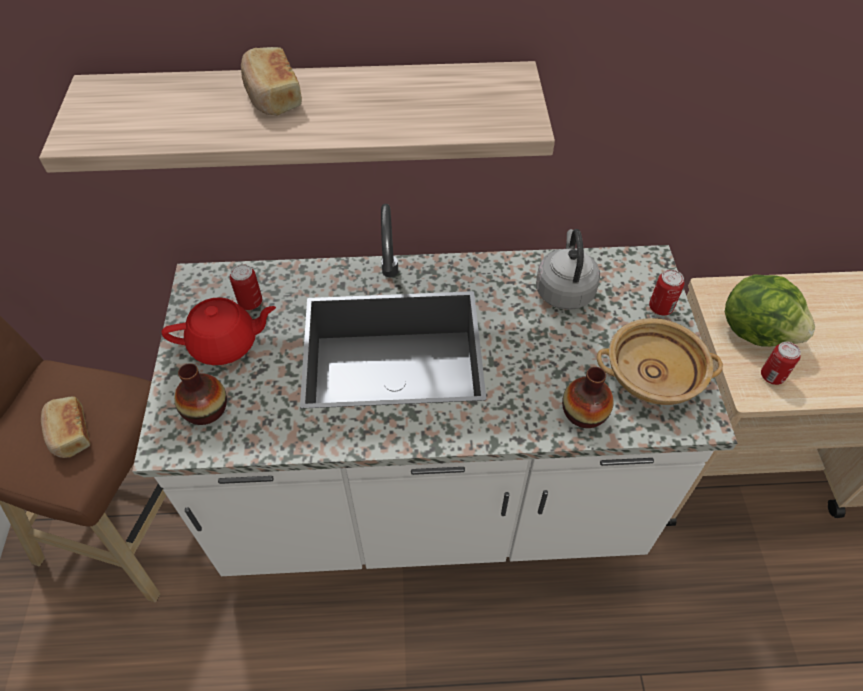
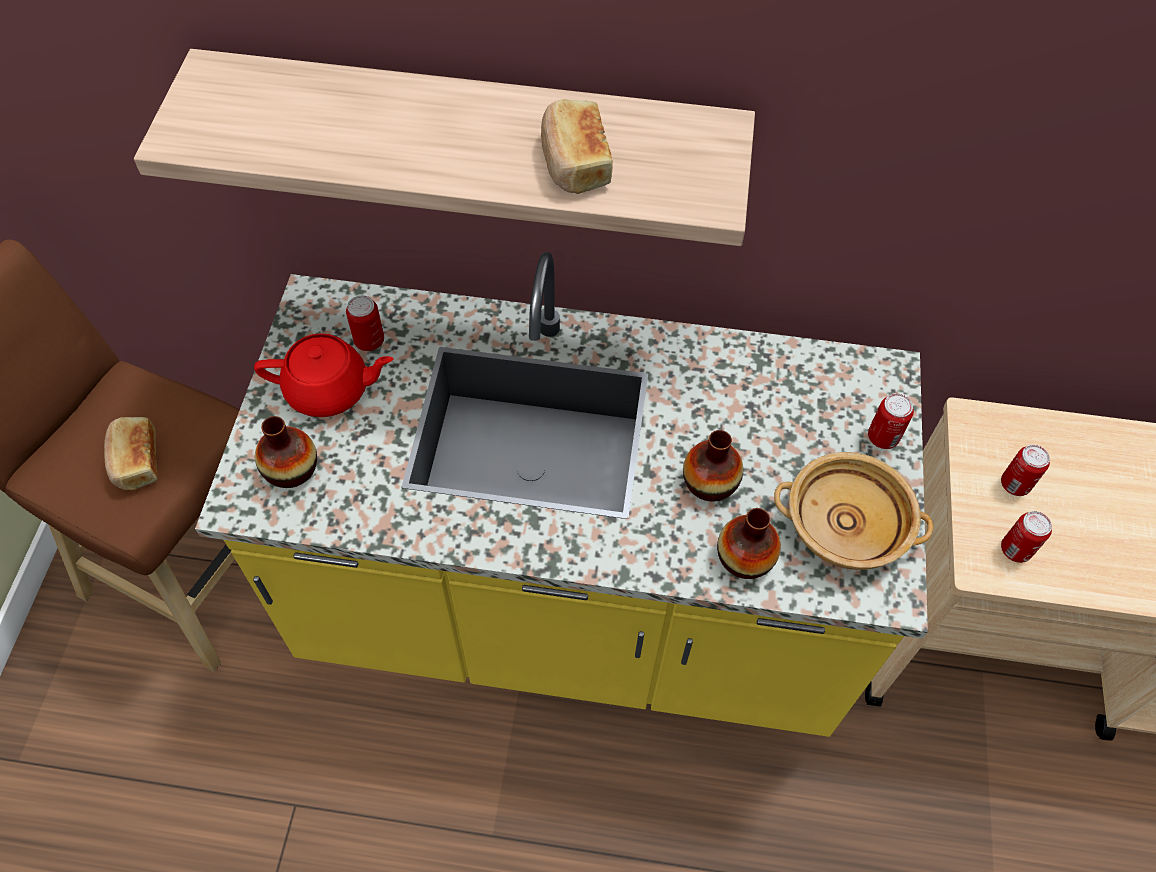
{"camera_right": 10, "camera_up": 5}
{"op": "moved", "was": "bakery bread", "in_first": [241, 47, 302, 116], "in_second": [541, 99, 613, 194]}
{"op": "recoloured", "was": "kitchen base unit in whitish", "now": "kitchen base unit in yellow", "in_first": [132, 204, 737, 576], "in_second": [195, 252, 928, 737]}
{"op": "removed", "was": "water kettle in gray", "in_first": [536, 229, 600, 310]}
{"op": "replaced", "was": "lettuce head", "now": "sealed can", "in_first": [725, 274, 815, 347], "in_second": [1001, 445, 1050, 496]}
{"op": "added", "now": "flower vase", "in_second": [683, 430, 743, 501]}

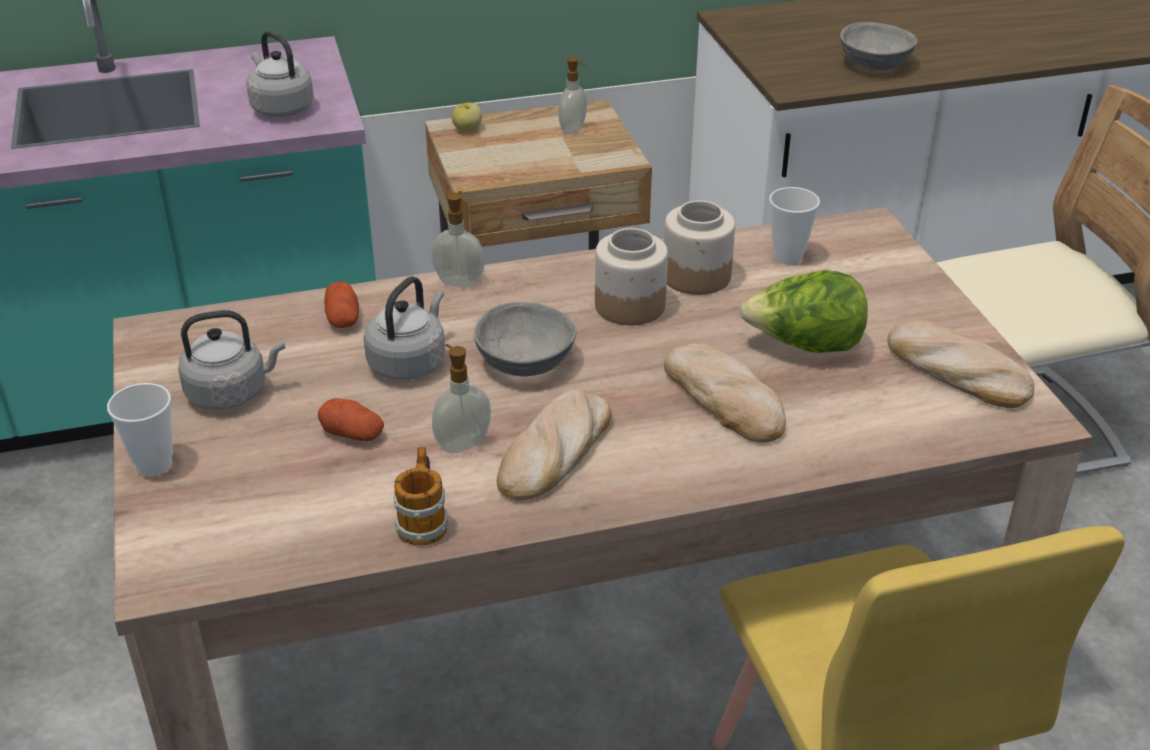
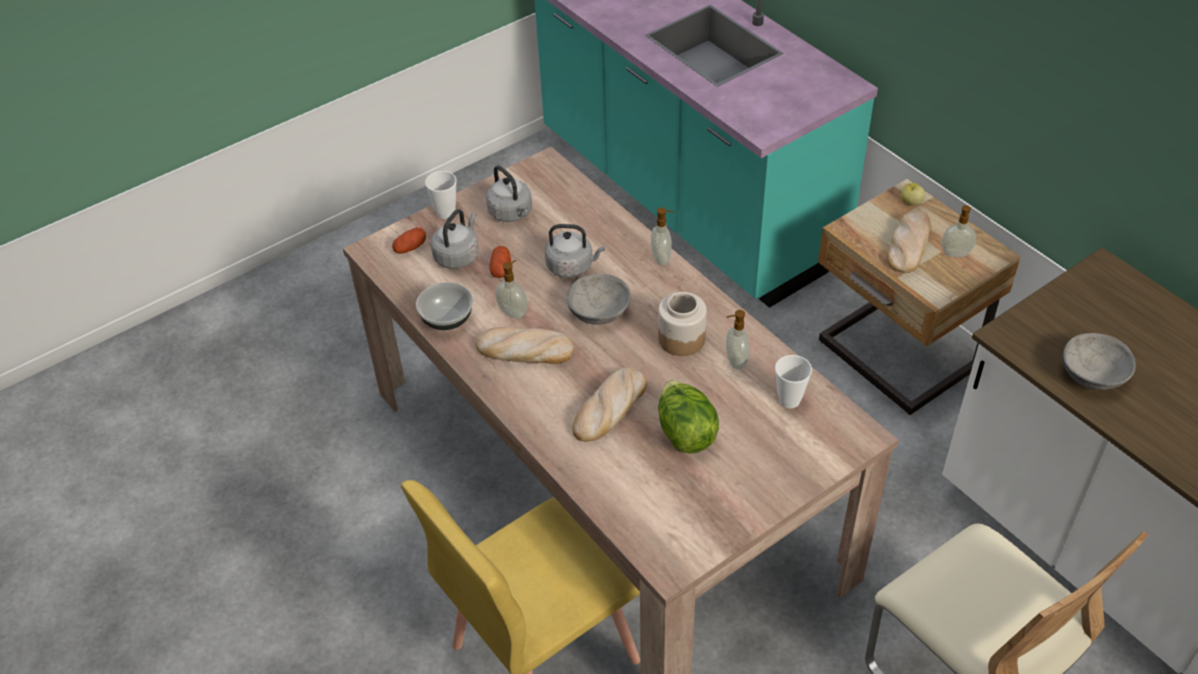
{"camera_right": 70, "camera_up": 10}
{"op": "moved", "was": "water kettle in gray", "in_first": [246, 31, 314, 117], "in_second": [431, 209, 479, 269]}
{"op": "replaced", "was": "preserve jar", "now": "soap bottle", "in_first": [664, 201, 735, 295], "in_second": [726, 310, 749, 369]}
{"op": "moved", "was": "potato", "in_first": [325, 281, 359, 328], "in_second": [392, 227, 426, 254]}
{"op": "moved", "was": "bakery bread", "in_first": [887, 320, 1034, 408], "in_second": [887, 211, 932, 273]}
{"op": "replaced", "was": "coffee mug", "now": "deep dish", "in_first": [394, 447, 448, 546], "in_second": [416, 282, 473, 330]}

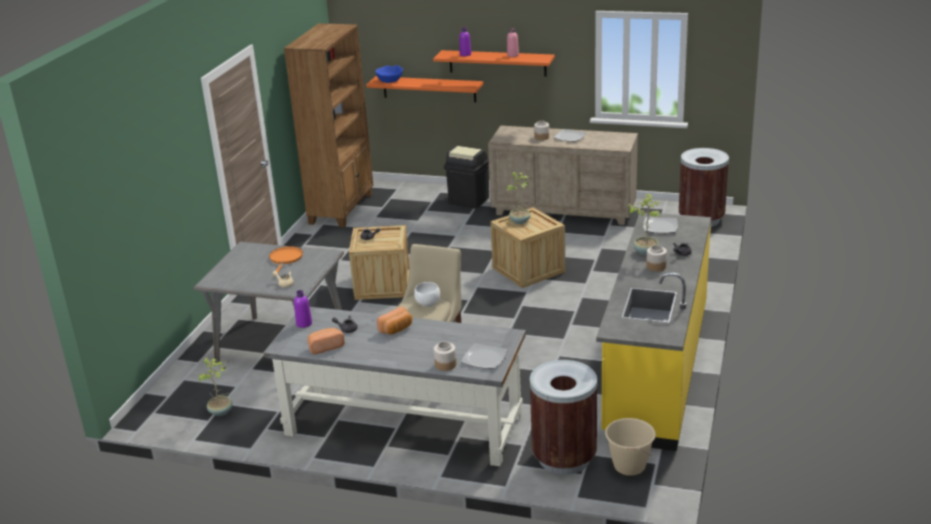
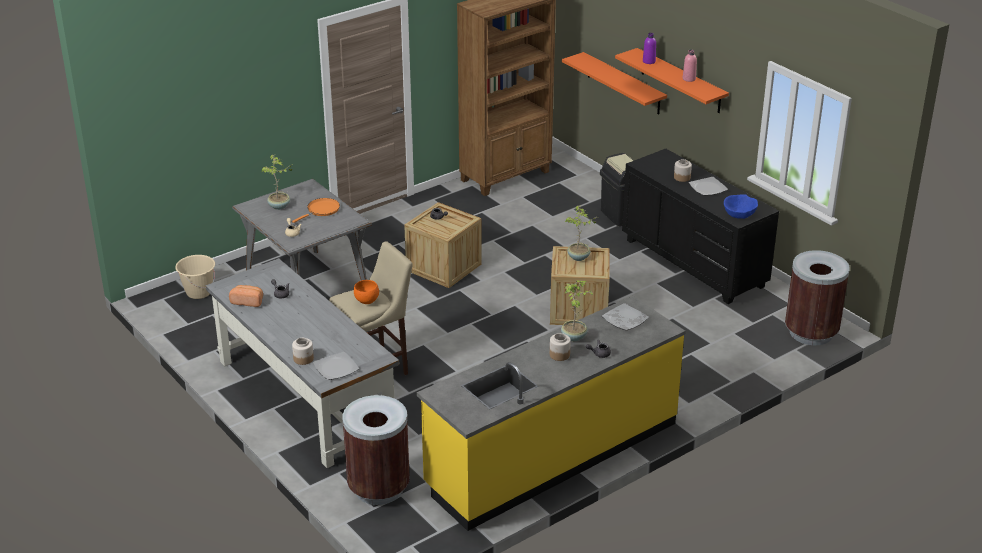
{"camera_right": 35, "camera_up": 5}
{"op": "moved", "was": "deep dish in blue-coloured", "in_first": [375, 66, 403, 83], "in_second": [724, 194, 758, 219]}
{"op": "recoloured", "was": "dresser in beige", "now": "dresser in black", "in_first": [488, 125, 638, 225], "in_second": [622, 149, 779, 304]}
{"op": "recoloured", "was": "deep dish in whitish", "now": "deep dish in orangey", "in_first": [414, 282, 440, 307], "in_second": [354, 280, 379, 304]}
{"op": "removed", "was": "bottle in purple", "in_first": [294, 290, 312, 328]}
{"op": "removed", "was": "bakery bread", "in_first": [377, 307, 412, 334]}
{"op": "moved", "was": "plant in a pot", "in_first": [198, 357, 233, 416], "in_second": [261, 155, 293, 210]}
{"op": "moved", "was": "bucket in beige", "in_first": [605, 418, 656, 476], "in_second": [175, 255, 215, 299]}

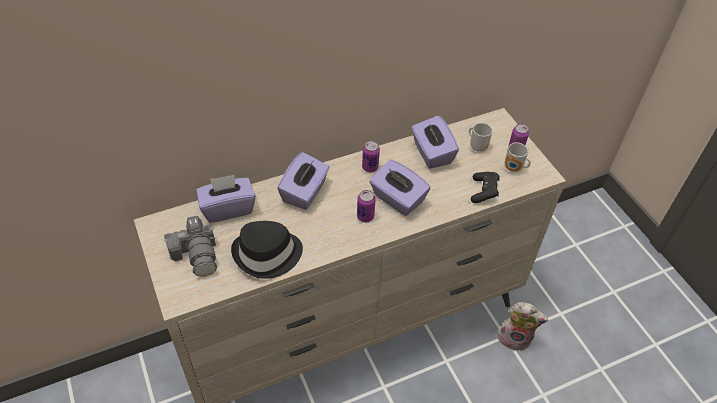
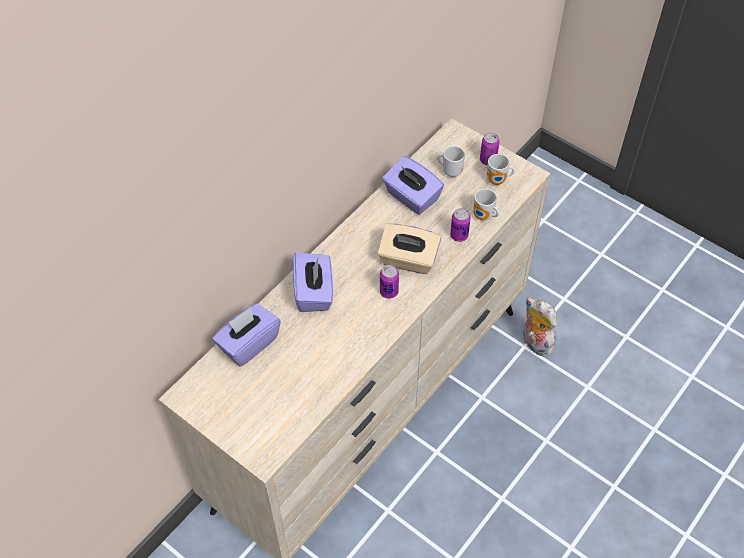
{"camera_right": -25, "camera_up": 5}
{"op": "moved", "was": "sealed can", "in_first": [362, 141, 380, 172], "in_second": [450, 208, 471, 242]}
{"op": "recoloured", "was": "tissue holder in purple", "now": "tissue holder in beige", "in_first": [370, 160, 430, 216], "in_second": [378, 223, 441, 274]}
{"op": "replaced", "was": "gamepad in black", "now": "coffee mug", "in_first": [471, 172, 500, 203], "in_second": [473, 189, 499, 220]}
{"op": "removed", "was": "still camera", "in_first": [164, 216, 217, 277]}
{"op": "removed", "was": "clothing hat in black", "in_first": [231, 221, 303, 279]}
{"op": "turned", "was": "plush toy", "in_first": [496, 302, 548, 351], "in_second": [523, 297, 557, 356], "clockwise": -120}

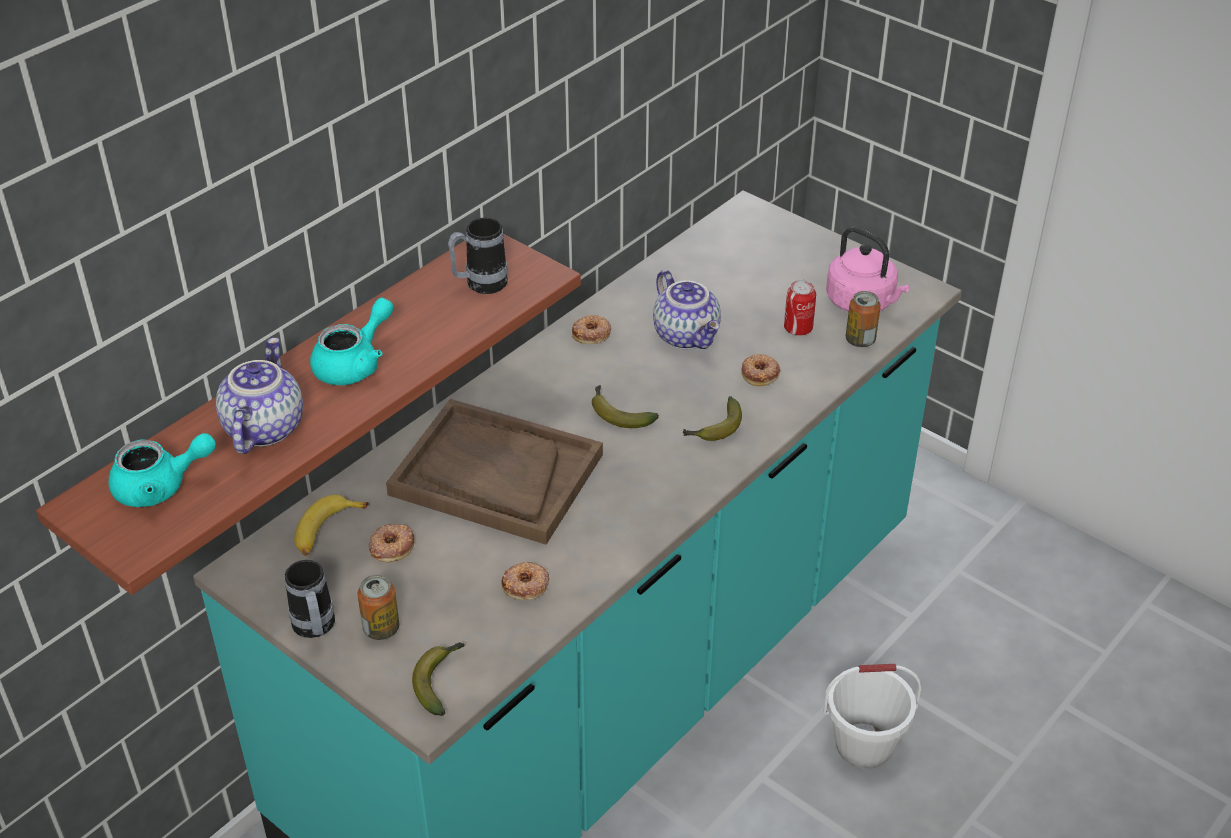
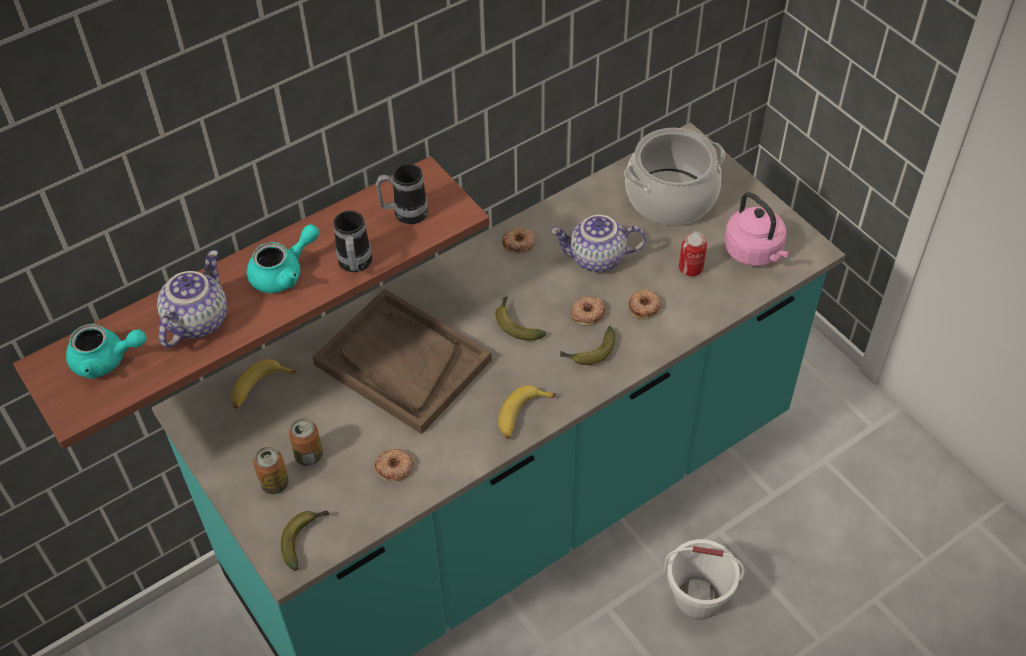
{"camera_right": 15, "camera_up": 10}
{"op": "turned", "was": "pot for tea", "in_first": [653, 270, 721, 350], "in_second": [551, 215, 646, 273], "clockwise": 105}
{"op": "moved", "was": "sealed can", "in_first": [846, 291, 881, 347], "in_second": [289, 418, 323, 466]}
{"op": "moved", "was": "doughnut", "in_first": [369, 524, 415, 562], "in_second": [571, 296, 606, 326]}
{"op": "moved", "was": "coffee mug", "in_first": [285, 560, 335, 638], "in_second": [333, 211, 372, 272]}
{"op": "added", "now": "saucepot", "in_second": [624, 128, 725, 225]}
{"op": "added", "now": "banana fruit", "in_second": [498, 385, 556, 439]}

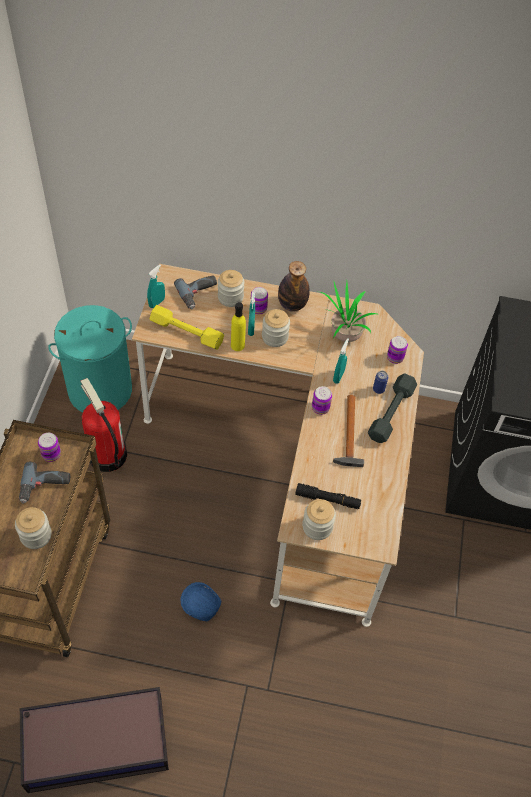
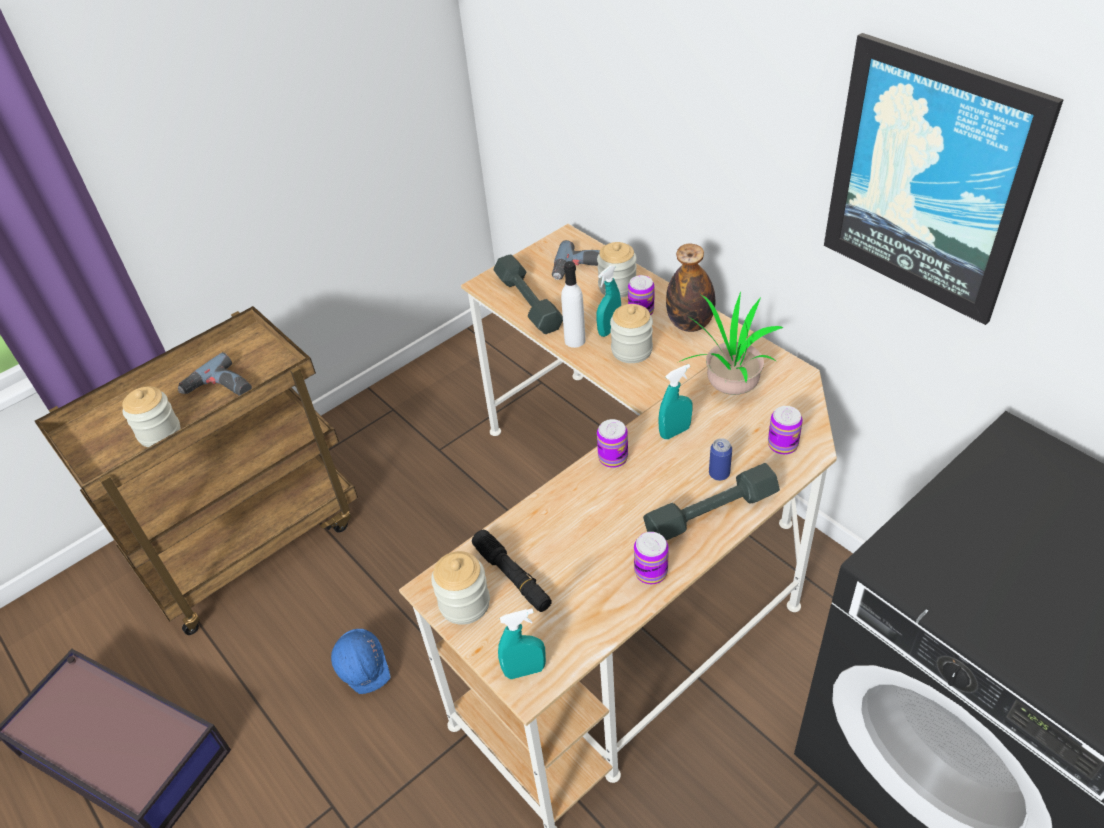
{"camera_right": 45, "camera_up": -10}
{"op": "moved", "was": "sprayer in blue-green", "in_first": [147, 264, 165, 308], "in_second": [498, 608, 546, 679]}
{"op": "recoloured", "was": "bottle in yellow", "now": "bottle in whitish", "in_first": [231, 302, 246, 351], "in_second": [561, 261, 586, 348]}
{"op": "removed", "was": "laundry basket in blue-green", "in_first": [48, 305, 132, 412]}
{"op": "recoloured", "was": "free weight in yellow", "now": "free weight in gray", "in_first": [150, 305, 224, 350], "in_second": [493, 254, 563, 334]}
{"op": "removed", "was": "extinguisher", "in_first": [80, 378, 127, 472]}
{"op": "removed", "was": "tool hammer", "in_first": [333, 395, 364, 467]}
{"op": "moved", "was": "sealed can", "in_first": [38, 433, 61, 462], "in_second": [634, 532, 669, 584]}
{"op": "added", "now": "wall picture", "in_second": [824, 33, 1064, 325]}

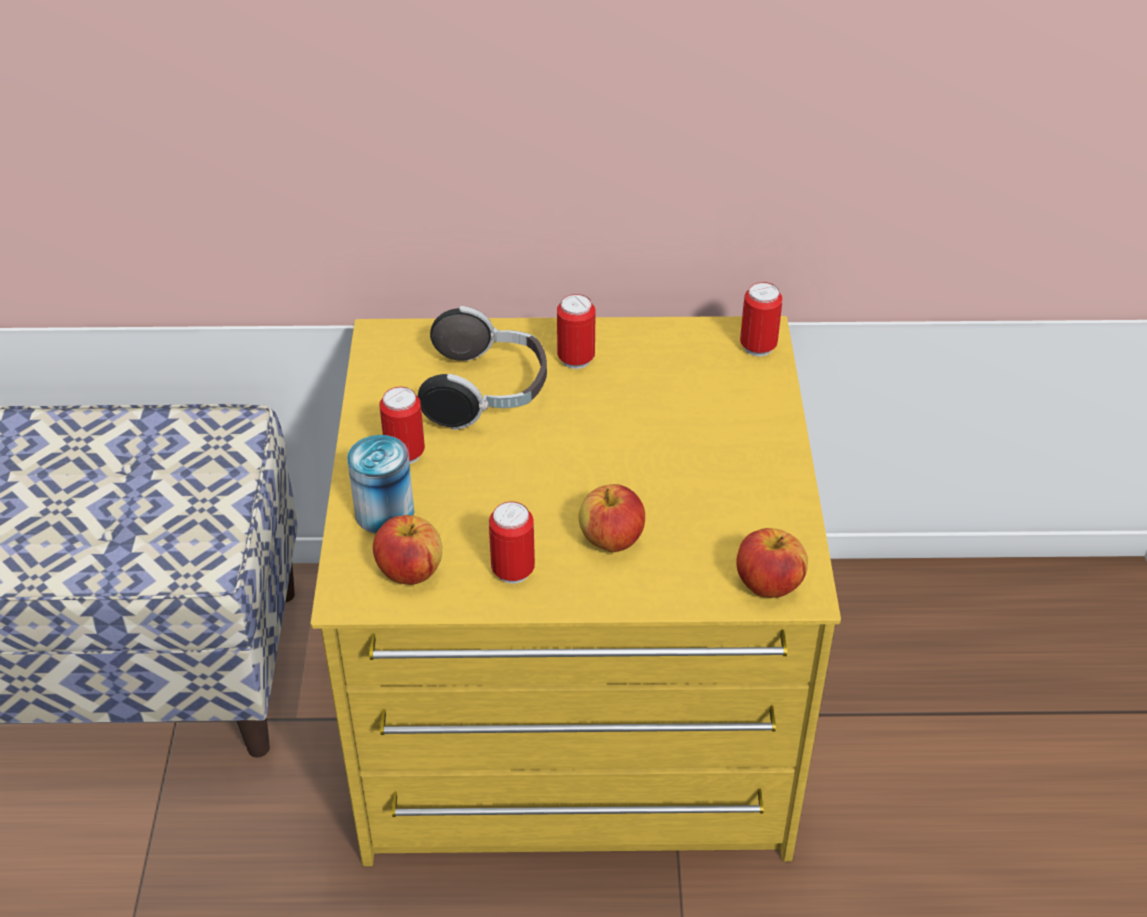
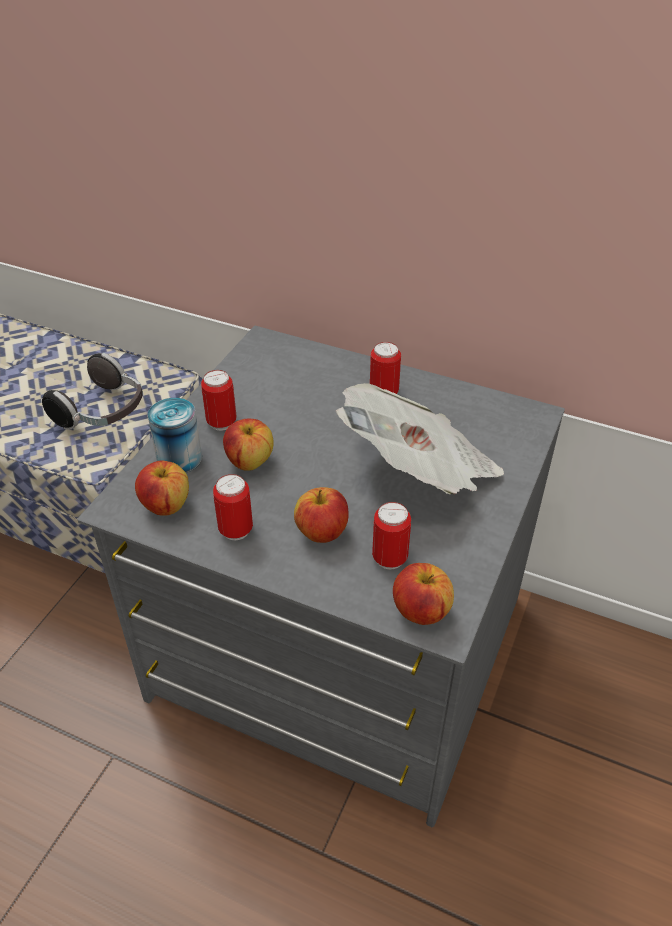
{"camera_right": 25, "camera_up": 0}
{"op": "moved", "was": "sealed can", "in_first": [740, 282, 782, 357], "in_second": [372, 502, 411, 570]}
{"op": "moved", "was": "headphones", "in_first": [418, 306, 547, 430], "in_second": [42, 353, 143, 430]}
{"op": "recoloured", "was": "dresser in yellow", "now": "dresser in gray", "in_first": [310, 316, 841, 866], "in_second": [77, 326, 565, 827]}
{"op": "added", "now": "newspaper", "in_second": [336, 383, 504, 495]}
{"op": "added", "now": "whole apple", "in_second": [223, 419, 274, 471]}

